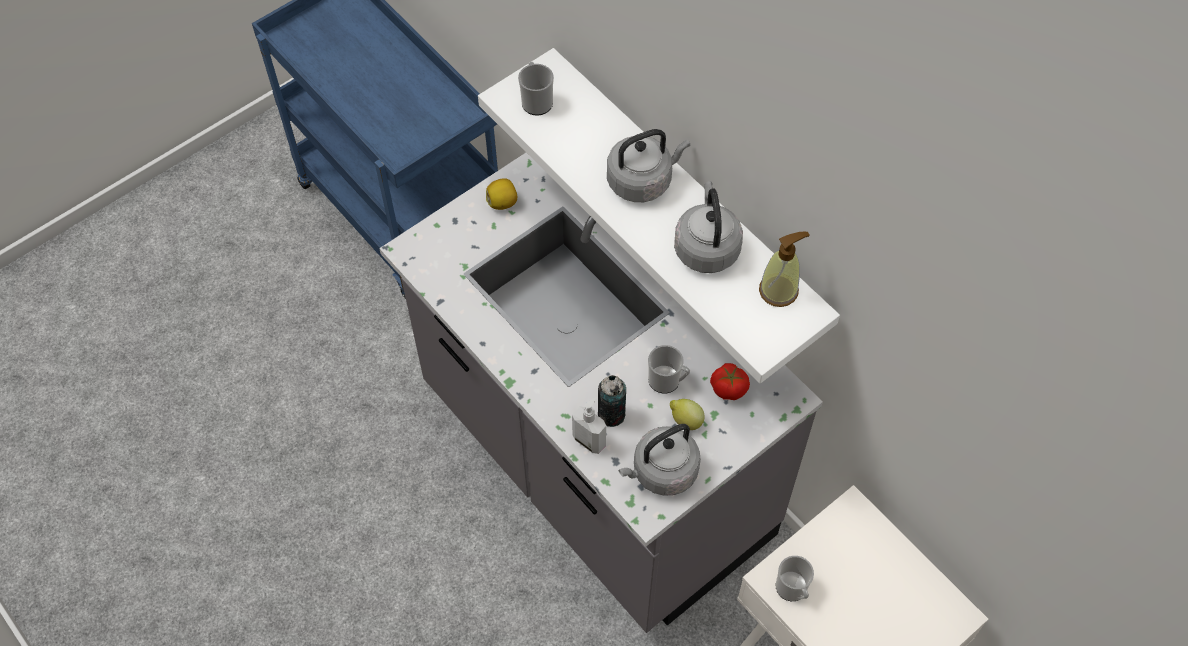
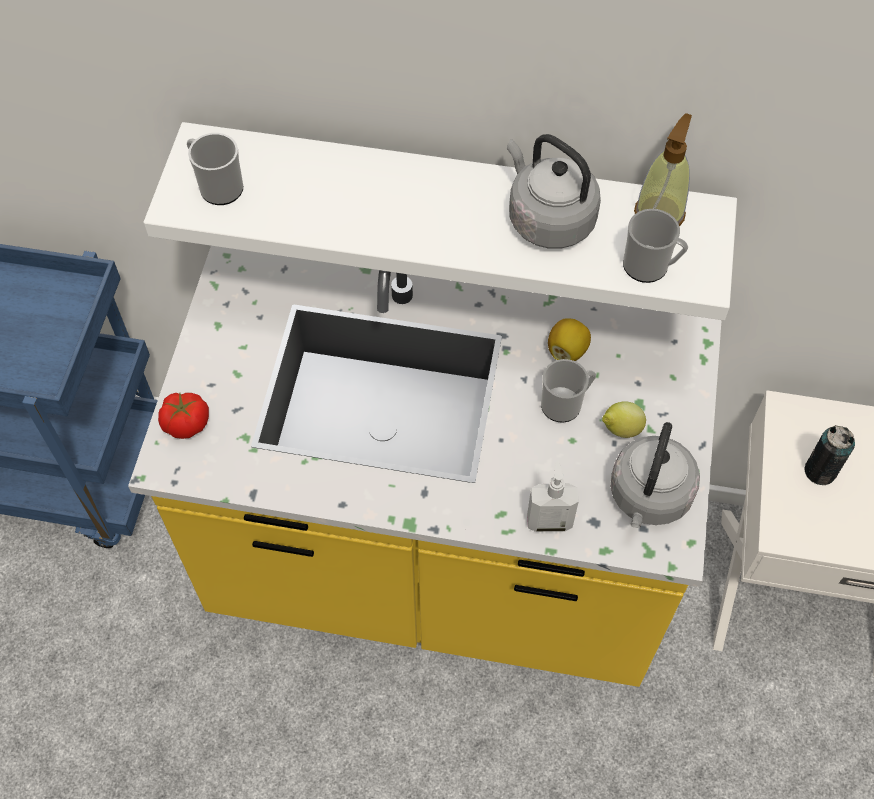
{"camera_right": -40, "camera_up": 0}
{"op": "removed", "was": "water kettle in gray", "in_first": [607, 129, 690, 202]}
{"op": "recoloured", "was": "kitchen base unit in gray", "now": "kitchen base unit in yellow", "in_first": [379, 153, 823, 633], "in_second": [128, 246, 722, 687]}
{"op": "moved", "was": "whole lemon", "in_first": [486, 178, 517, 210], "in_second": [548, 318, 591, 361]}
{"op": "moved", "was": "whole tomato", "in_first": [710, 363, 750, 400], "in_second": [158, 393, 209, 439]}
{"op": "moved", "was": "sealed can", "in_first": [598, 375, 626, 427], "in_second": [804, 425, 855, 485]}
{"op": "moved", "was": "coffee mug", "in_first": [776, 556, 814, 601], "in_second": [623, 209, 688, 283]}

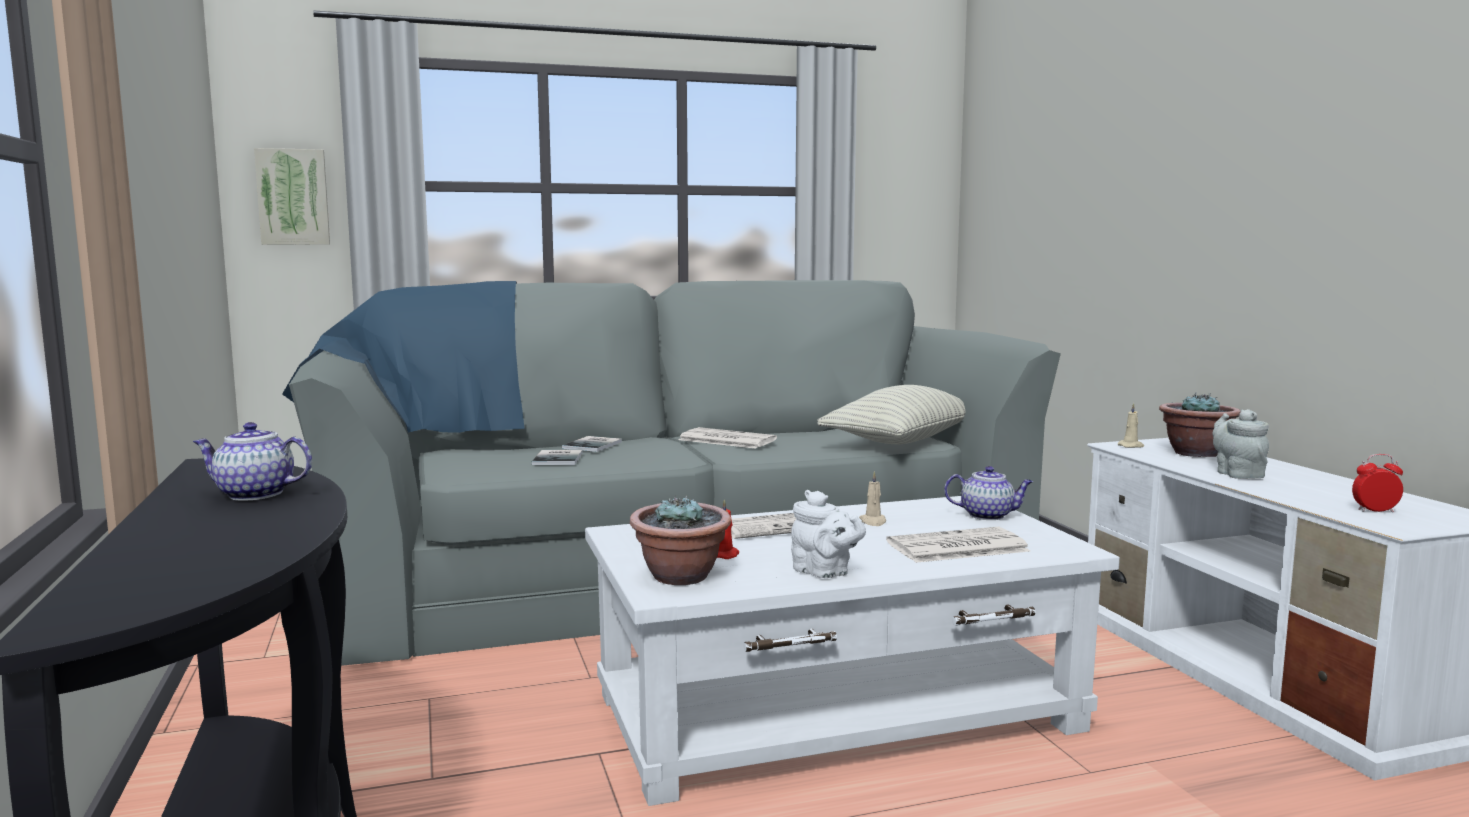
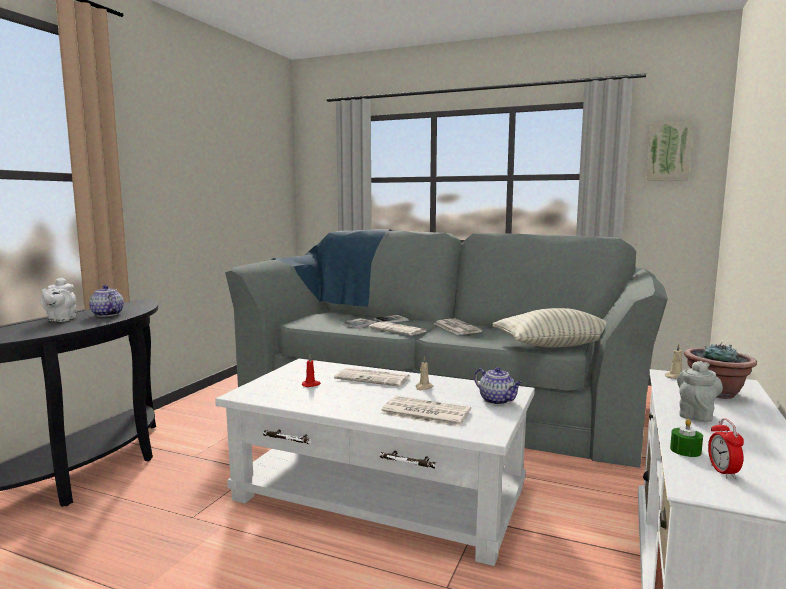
{"camera_right": 40, "camera_up": 0}
{"op": "moved", "was": "wall picture", "in_first": [254, 148, 330, 245], "in_second": [646, 122, 693, 181]}
{"op": "turned", "was": "alarm clock", "in_first": [1352, 454, 1403, 513], "in_second": [708, 418, 744, 479], "clockwise": -135}
{"op": "moved", "was": "pot for tea in whitish", "in_first": [791, 490, 866, 578], "in_second": [40, 278, 76, 322]}
{"op": "removed", "was": "plant in a pot", "in_first": [630, 495, 731, 585]}
{"op": "added", "now": "newspaper", "in_second": [369, 322, 426, 336]}
{"op": "added", "now": "wax candle in green-coloured", "in_second": [670, 419, 703, 457]}

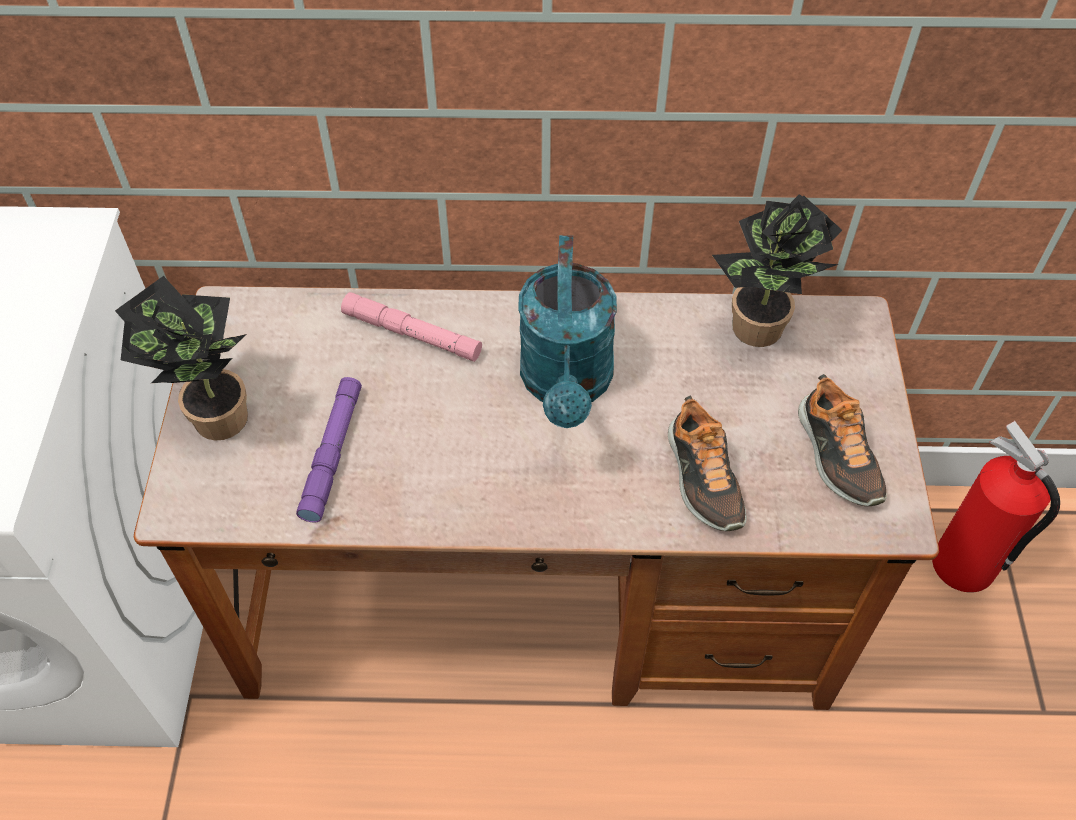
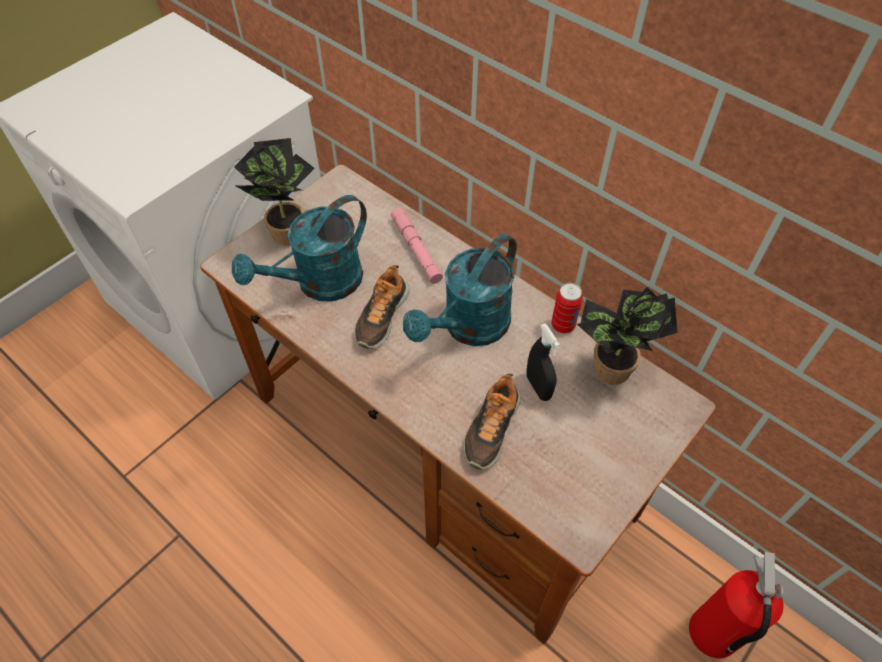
{"camera_right": 40, "camera_up": 0}
{"op": "moved", "was": "low shoe", "in_first": [798, 374, 887, 506], "in_second": [355, 265, 410, 349]}
{"op": "replaced", "was": "torch in purple", "now": "watering pot in blue-green", "in_first": [296, 377, 362, 523], "in_second": [232, 195, 367, 302]}
{"op": "added", "now": "sealed can", "in_second": [551, 283, 583, 334]}
{"op": "added", "now": "sprayer in black", "in_second": [527, 323, 560, 401]}

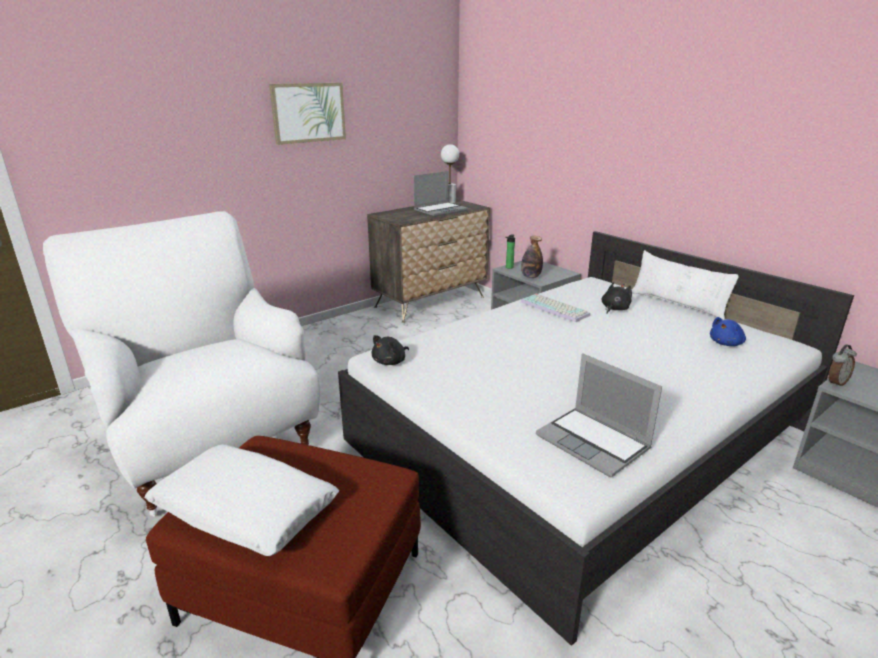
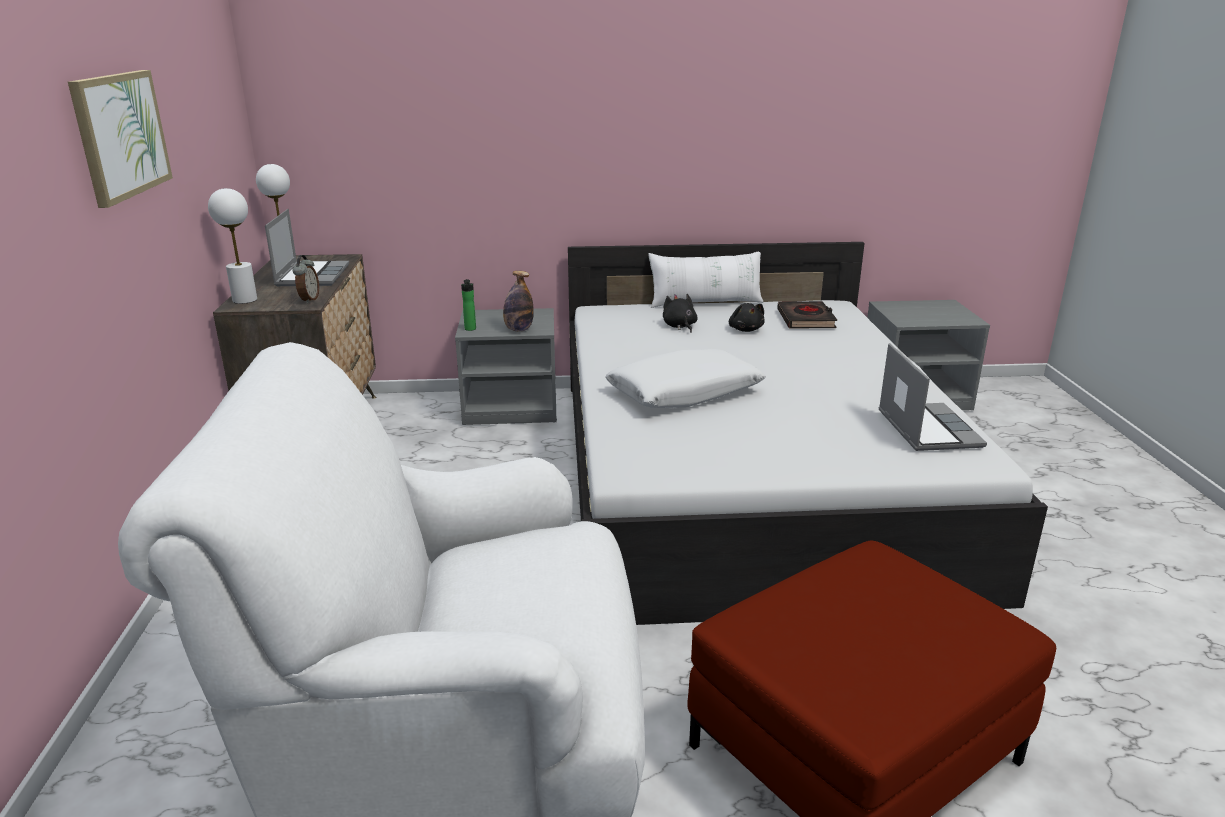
{"camera_right": -55, "camera_up": 0}
{"op": "removed", "was": "PC keyboard", "in_first": [521, 294, 590, 322]}
{"op": "replaced", "was": "plush toy in blue-coloured", "now": "book in black", "in_first": [710, 317, 746, 346], "in_second": [777, 301, 837, 328]}
{"op": "moved", "was": "plush toy in black", "in_first": [371, 335, 409, 365], "in_second": [729, 303, 765, 332]}
{"op": "moved", "was": "alarm clock", "in_first": [828, 345, 857, 387], "in_second": [293, 255, 319, 304]}
{"op": "turned", "was": "portable computer", "in_first": [536, 353, 662, 477], "in_second": [879, 343, 987, 451], "clockwise": -90}
{"op": "moved", "was": "pillow in whitish", "in_first": [145, 444, 339, 556], "in_second": [606, 349, 766, 408]}
{"op": "added", "now": "lamp for a table in whitish", "in_second": [208, 188, 257, 304]}

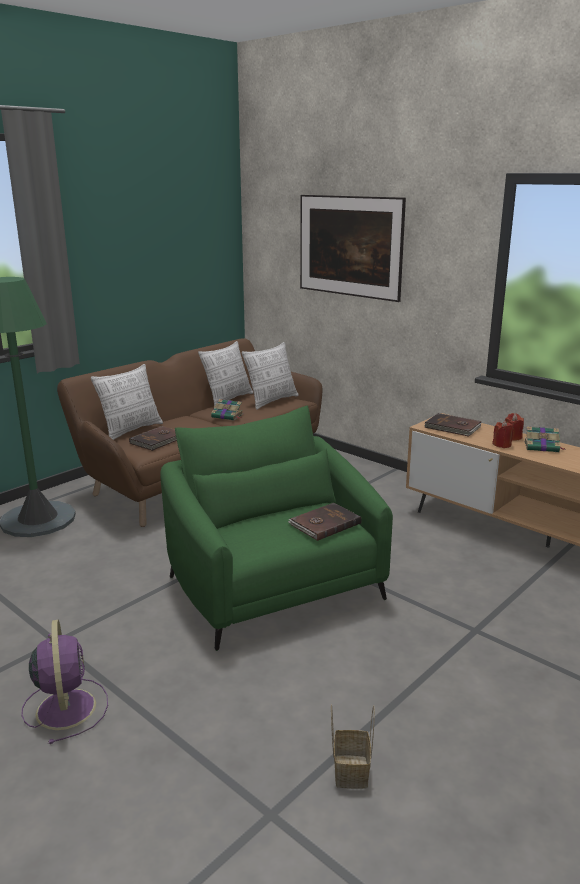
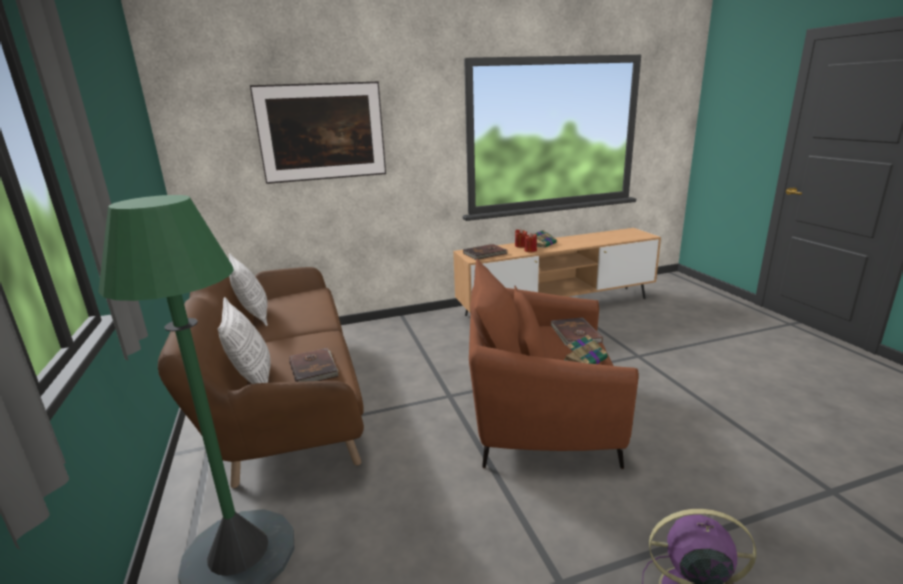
{"camera_right": -60, "camera_up": 0}
{"op": "removed", "was": "pillow", "in_first": [242, 342, 299, 410]}
{"op": "moved", "was": "book", "in_first": [211, 399, 243, 421], "in_second": [564, 335, 608, 364]}
{"op": "recoloured", "was": "easy chair in green-coloured", "now": "easy chair in brown-coloured", "in_first": [160, 406, 393, 651], "in_second": [469, 259, 638, 469]}
{"op": "removed", "was": "basket", "in_first": [331, 704, 375, 789]}

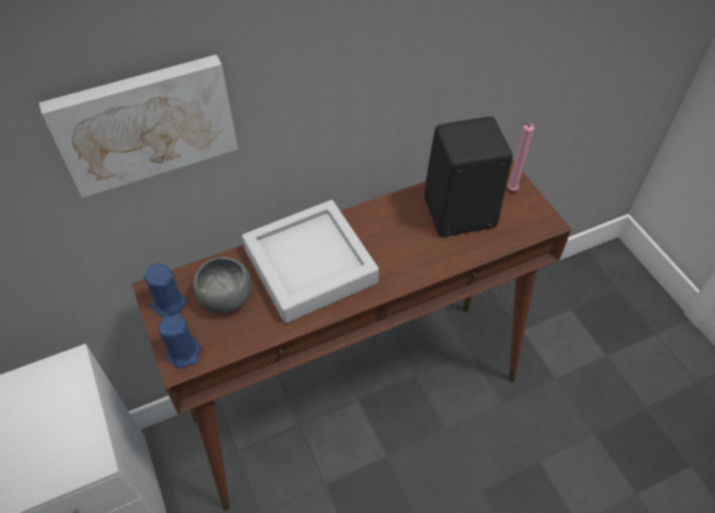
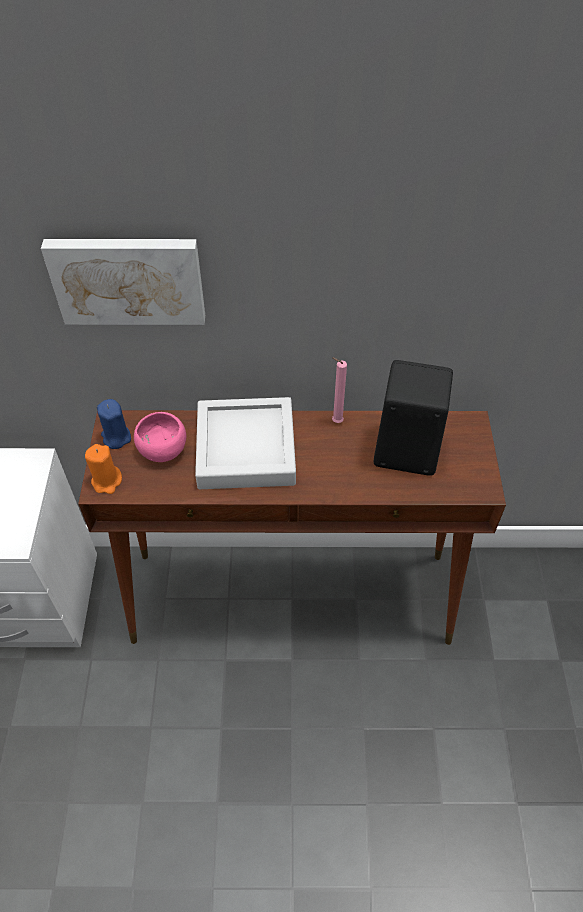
{"camera_right": 25, "camera_up": 0}
{"op": "moved", "was": "wax candle in pink-coloured", "in_first": [507, 122, 534, 191], "in_second": [332, 357, 347, 423]}
{"op": "recoloured", "was": "deep dish in gray", "now": "deep dish in pink-coloured", "in_first": [193, 257, 252, 313], "in_second": [134, 412, 186, 462]}
{"op": "recoloured", "was": "wax candle in blue-coloured", "now": "wax candle in orangey", "in_first": [158, 314, 201, 369], "in_second": [85, 444, 122, 494]}

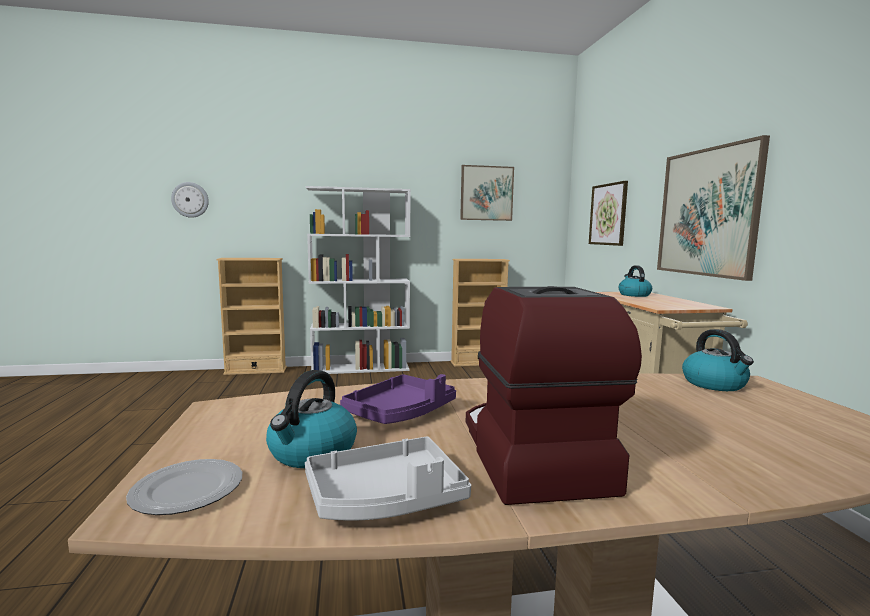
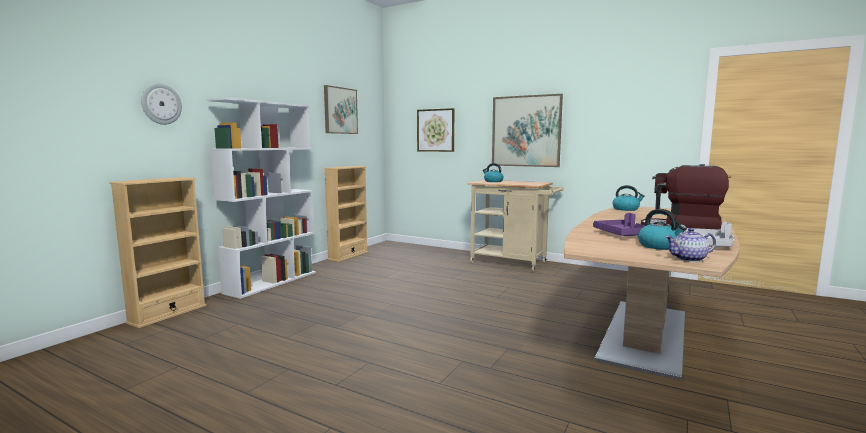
{"camera_right": -50, "camera_up": 0}
{"op": "moved", "was": "clock on the wall", "in_first": [171, 182, 209, 218], "in_second": [141, 83, 182, 125]}
{"op": "replaced", "was": "plate", "now": "pot for tea", "in_first": [126, 459, 242, 515], "in_second": [665, 228, 716, 262]}

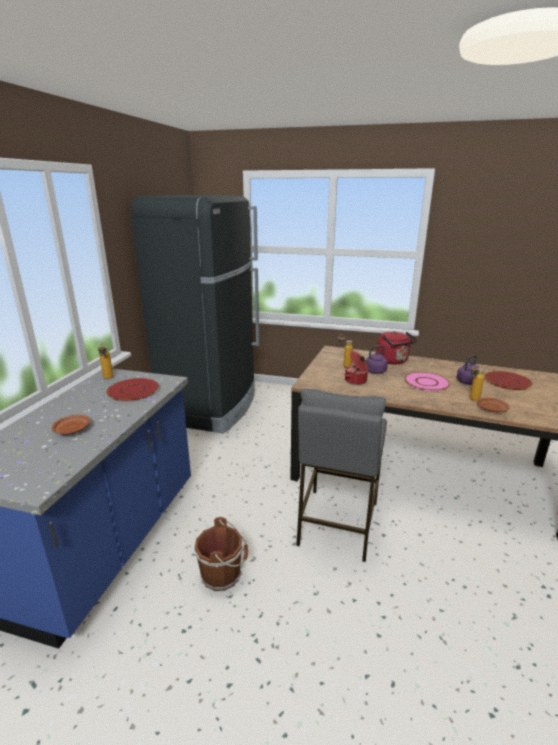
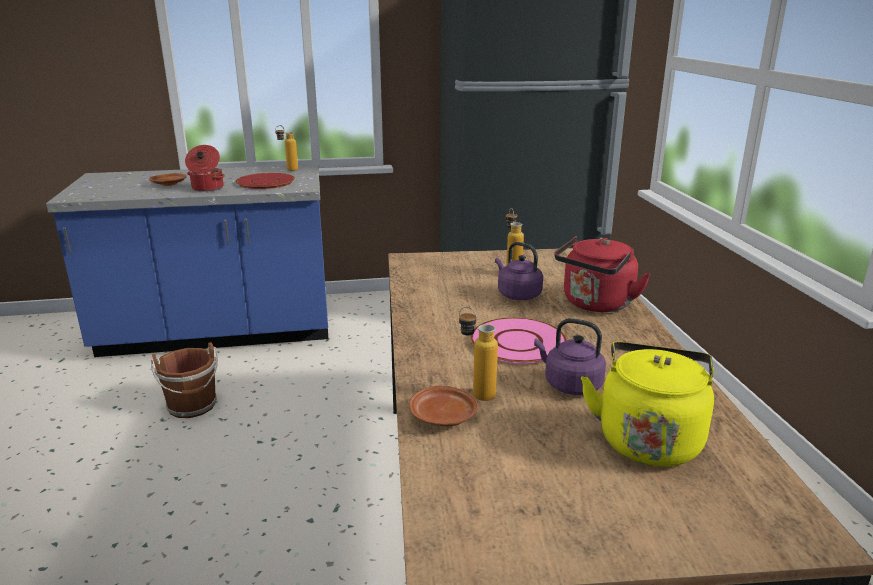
{"camera_right": 65, "camera_up": 0}
{"op": "moved", "was": "saucepot", "in_first": [344, 351, 369, 385], "in_second": [185, 145, 225, 192]}
{"op": "replaced", "was": "plate in reddish", "now": "water kettle in yellow", "in_first": [484, 371, 532, 390], "in_second": [581, 342, 714, 467]}
{"op": "removed", "was": "stool seat in gray", "in_first": [296, 389, 387, 562]}

